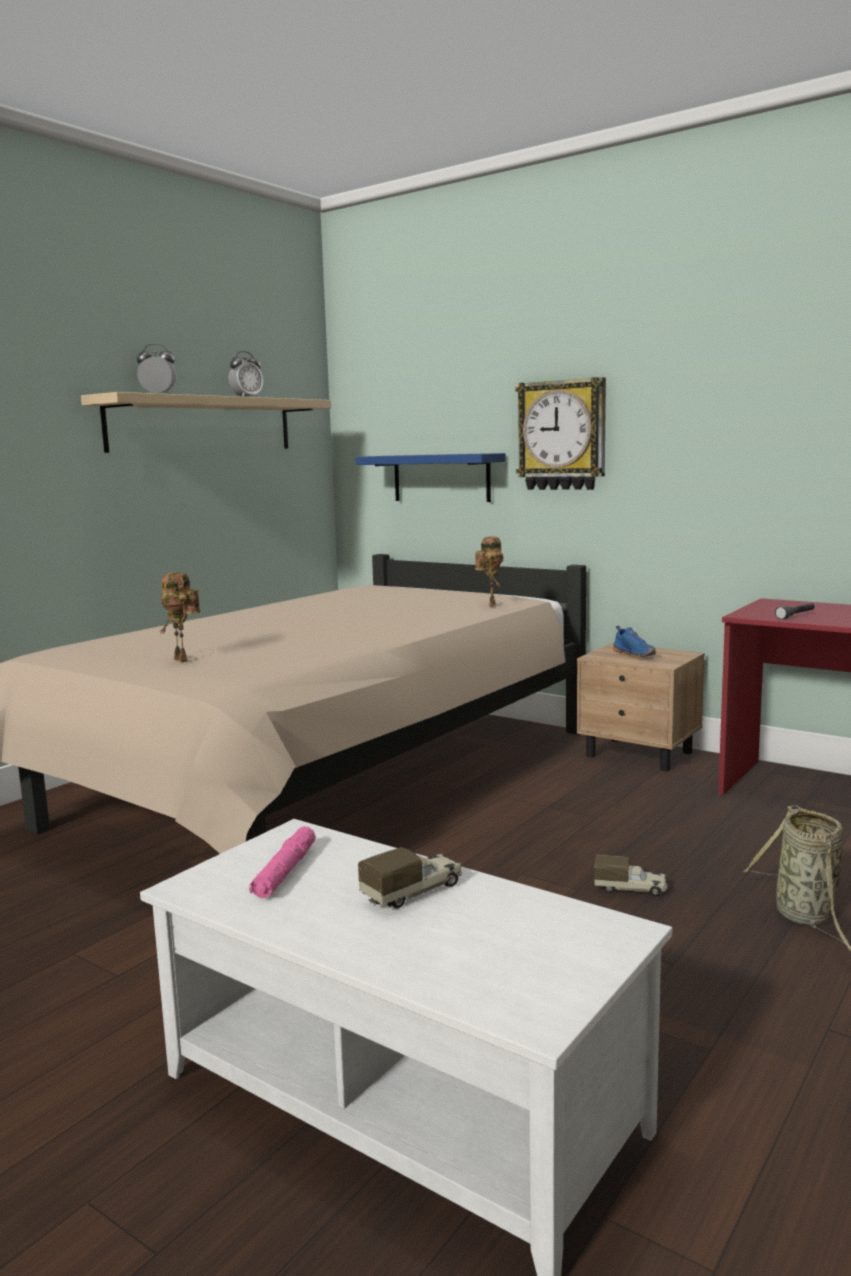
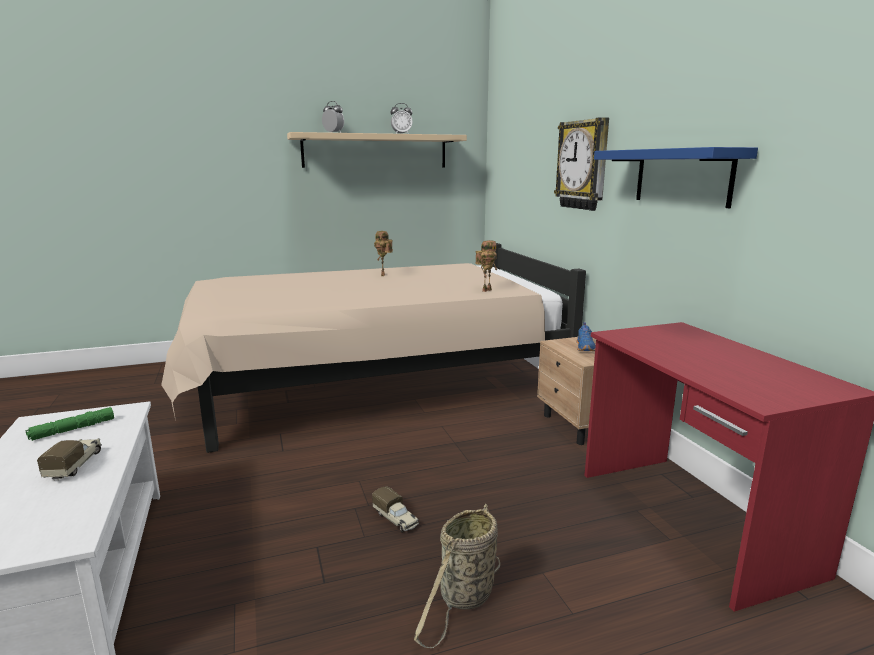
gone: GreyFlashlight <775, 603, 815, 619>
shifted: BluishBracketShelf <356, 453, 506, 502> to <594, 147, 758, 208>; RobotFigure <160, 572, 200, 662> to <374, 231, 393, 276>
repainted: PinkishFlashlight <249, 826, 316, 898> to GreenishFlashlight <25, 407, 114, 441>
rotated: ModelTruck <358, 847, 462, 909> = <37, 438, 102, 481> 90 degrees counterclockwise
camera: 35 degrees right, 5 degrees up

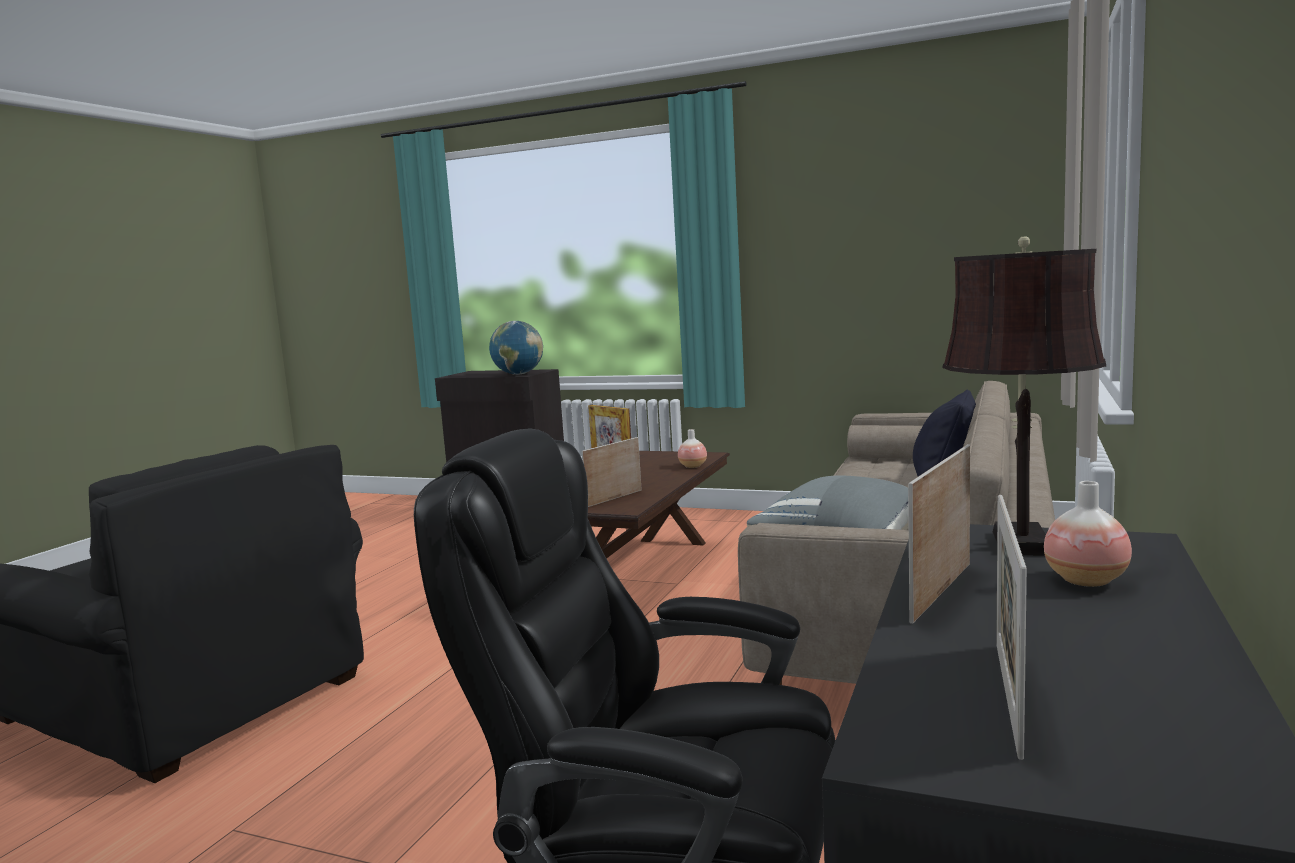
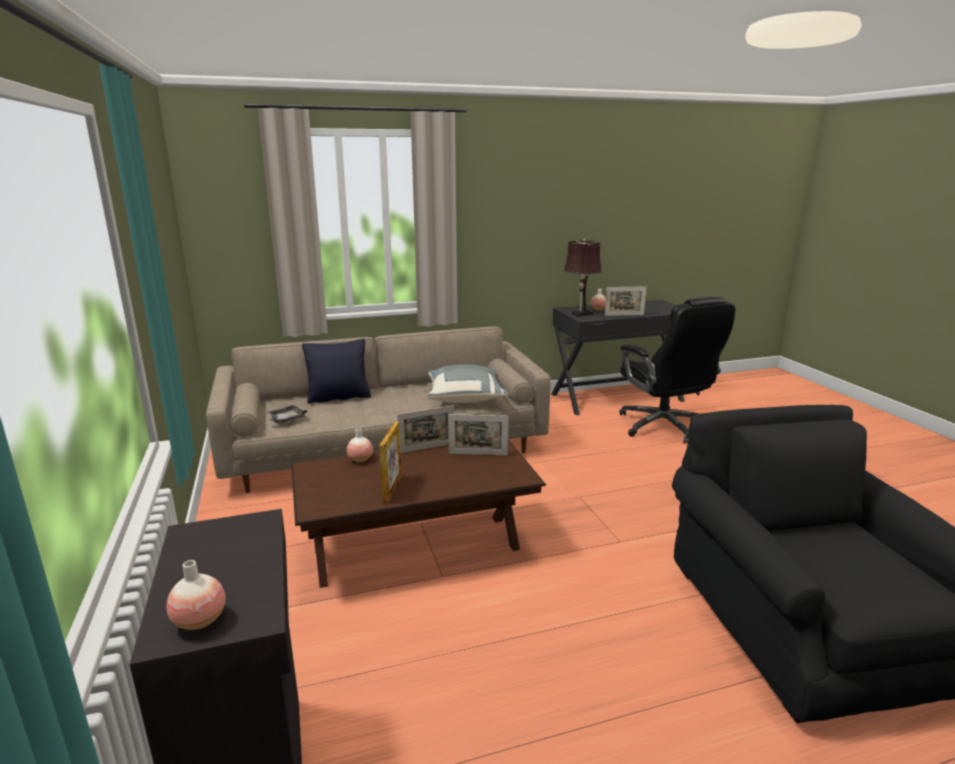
gone: Globe <489, 321, 543, 375>
new: GreyCarryingTray <267, 405, 307, 423>; Vase <166, 560, 226, 630>
shifted: PhotoFrame <996, 495, 1027, 760> to <397, 406, 454, 453>
camera: 130 degrees left, 10 degrees up

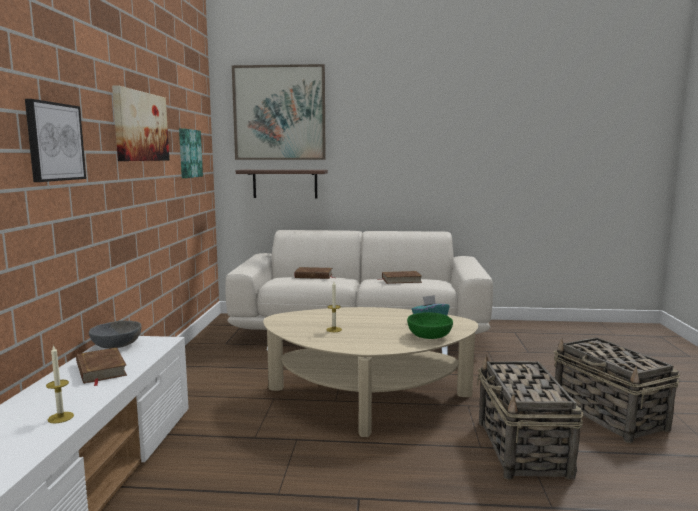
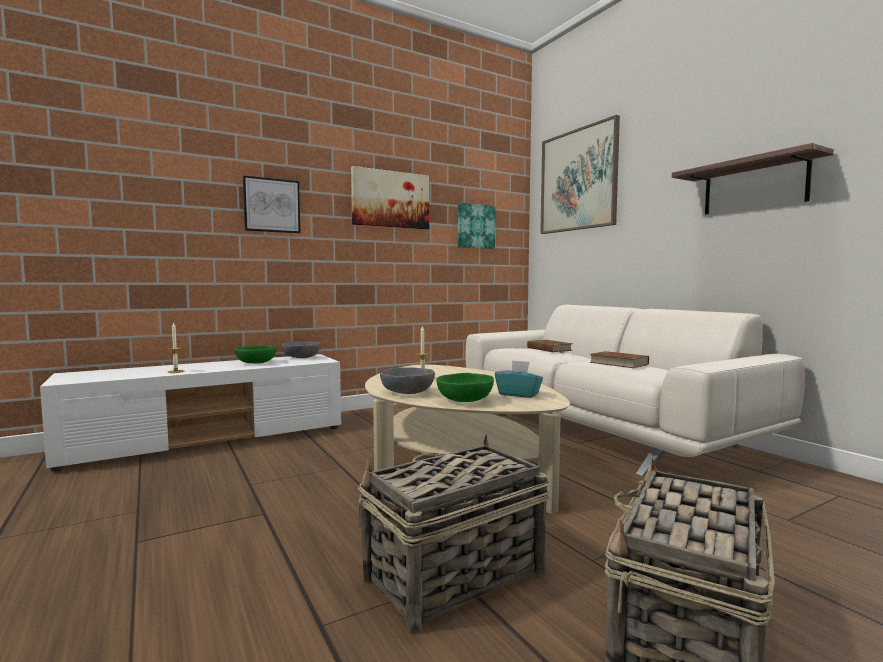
new: GreyDeepDish <380, 367, 435, 394>
shifted: BracketShelf <236, 170, 328, 198> to <672, 143, 834, 215>
swapped: BrownVolume <76, 347, 127, 386> to GreenishDeepDish <234, 345, 277, 364>
camera: 55 degrees right, 5 degrees down

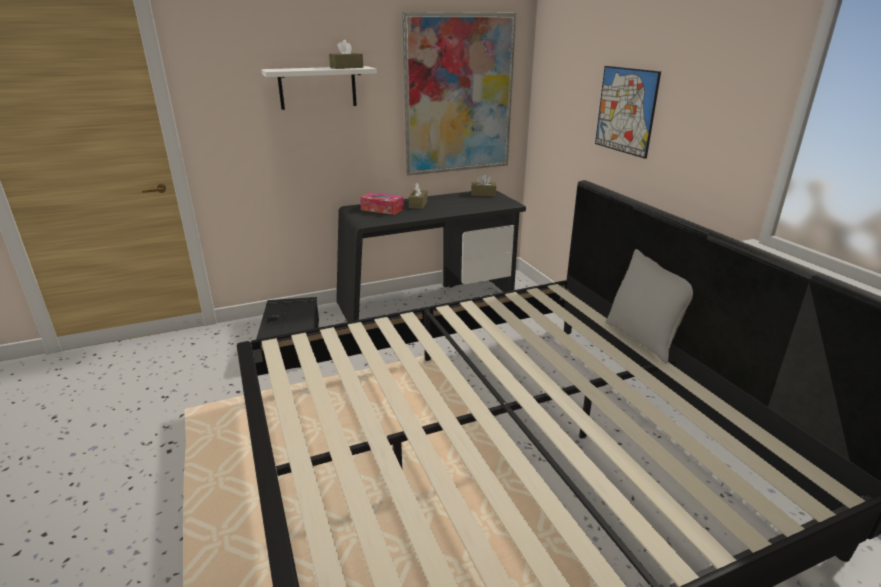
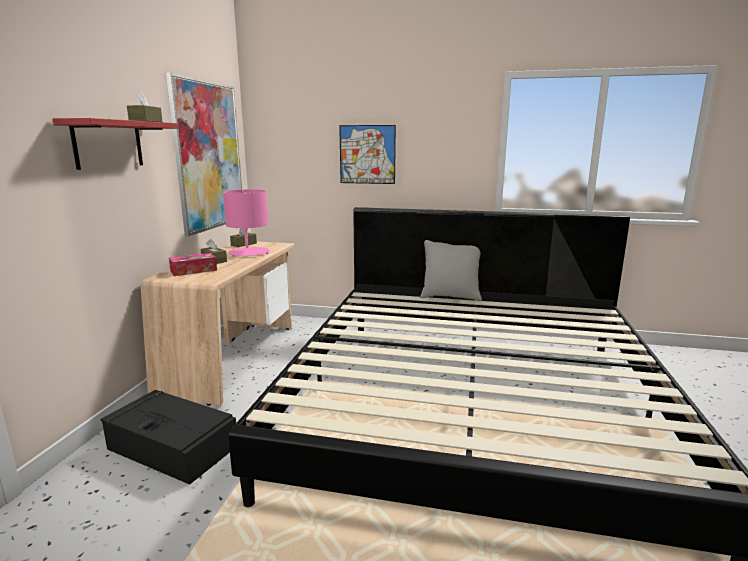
new: PinkishTableLamp <223, 189, 270, 257>
repainted: WhiteBracketShelf <261, 66, 377, 110> to ReddishBracketShelf <52, 118, 178, 170>; BlackColouredDeskTable <336, 190, 526, 322> to BeigeColouredDeskTable <141, 242, 295, 406>
camera: 55 degrees left, 10 degrees down

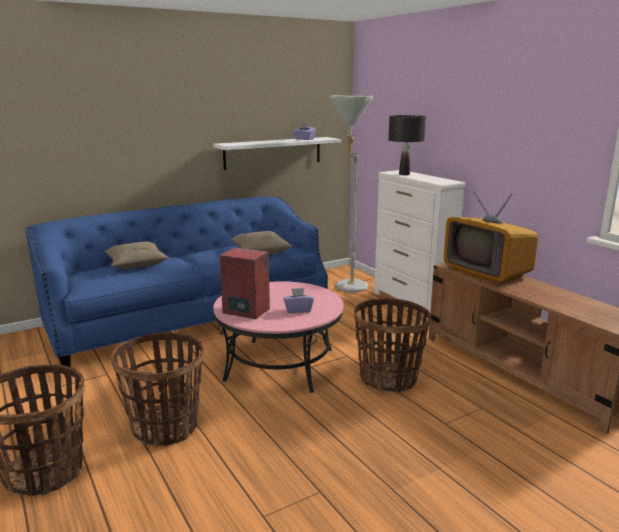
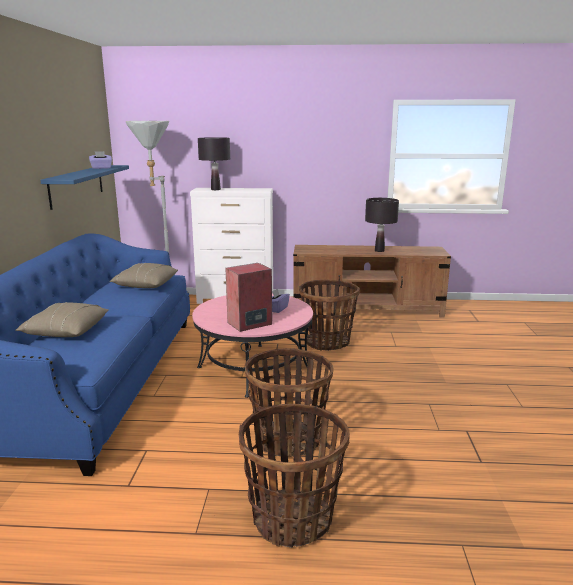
gone: Television <444, 192, 538, 285>
new: BlackColouredTableLamp <365, 198, 399, 252>
repainted: WhiteBracketShelf <213, 137, 341, 170> to BluishBracketShelf <40, 165, 129, 210>
camera: 55 degrees left, 0 degrees up

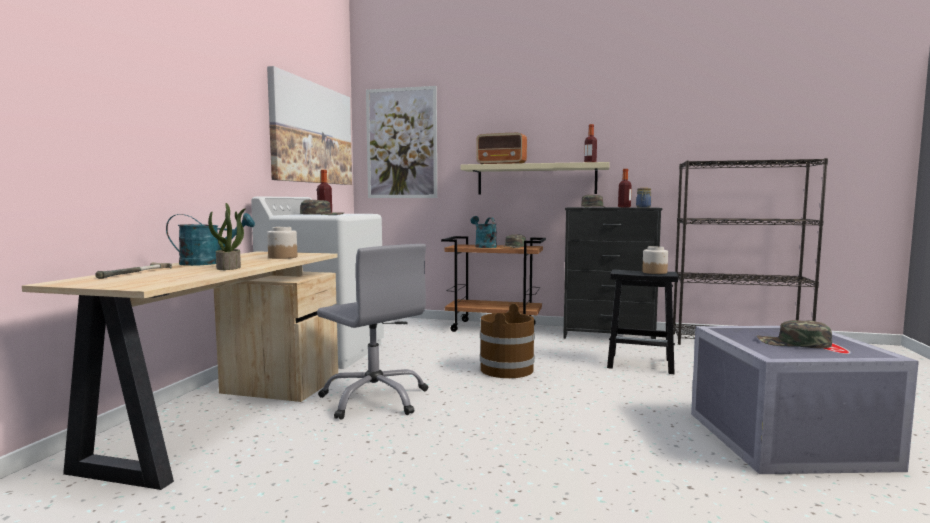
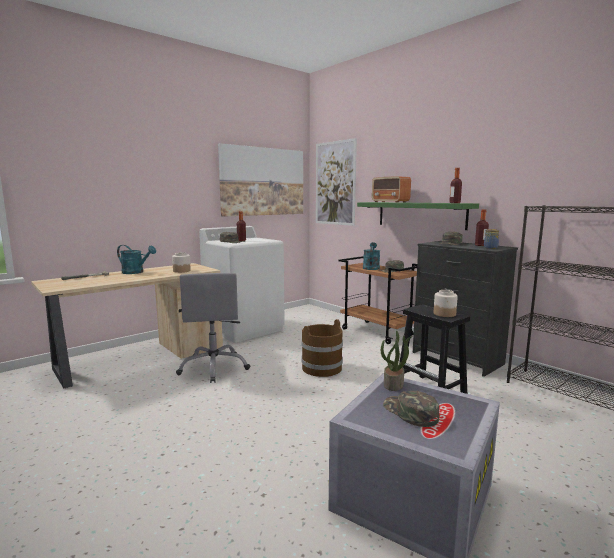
shifted: PottedPlant <208, 203, 246, 270> to <381, 331, 413, 391>
repainted: BeigeColouredBracketShelf <460, 162, 610, 194> to GreenishBracketShelf <357, 202, 479, 230>
camera: 35 degrees right, 5 degrees up

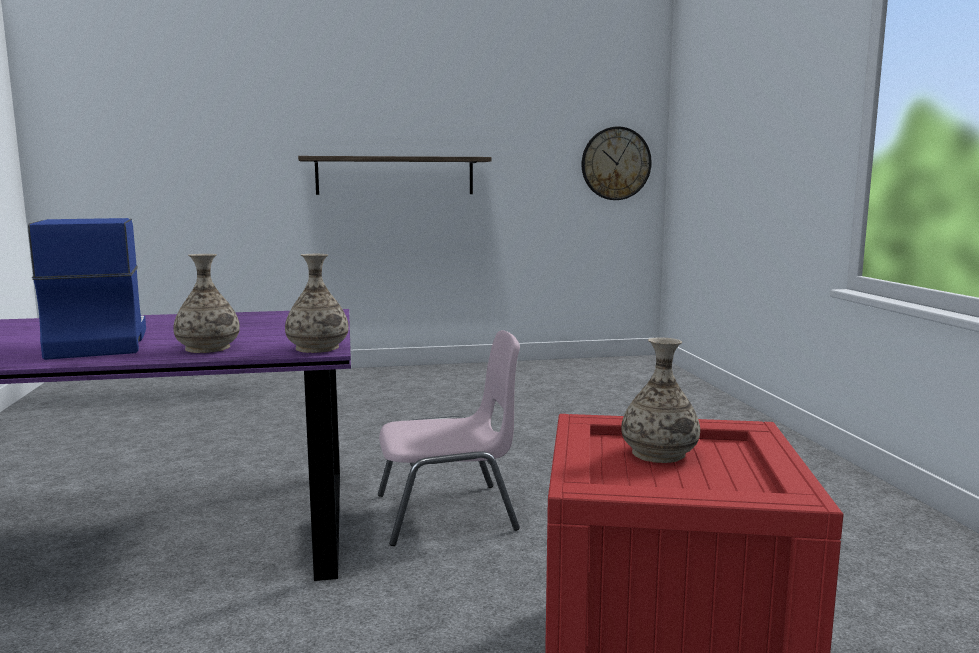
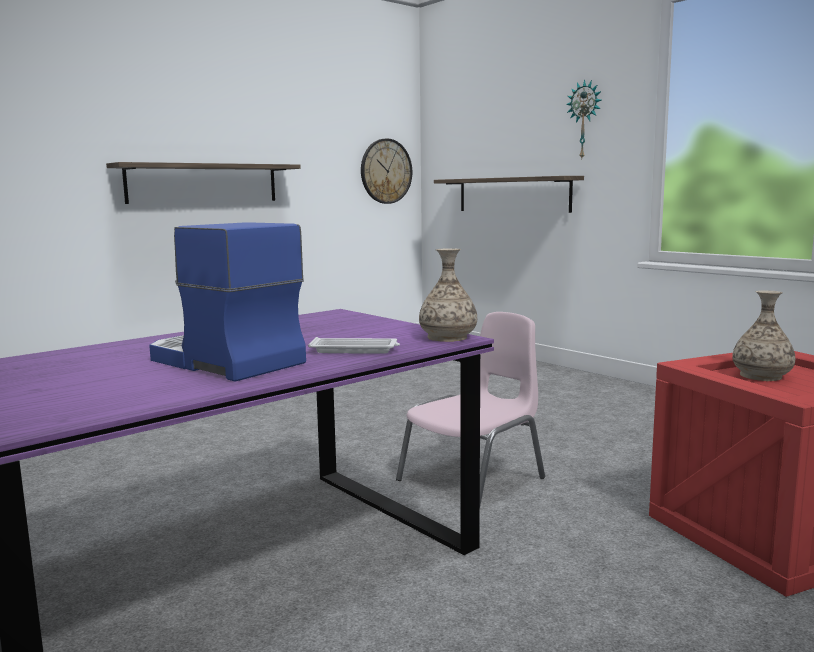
new: ClockOnTheWall <566, 79, 601, 158>; BracketShelf <434, 176, 584, 213>
swapped: Vase <173, 254, 240, 353> to WhiteCarryingTray <308, 337, 400, 354>
camera: 30 degrees left, 0 degrees up

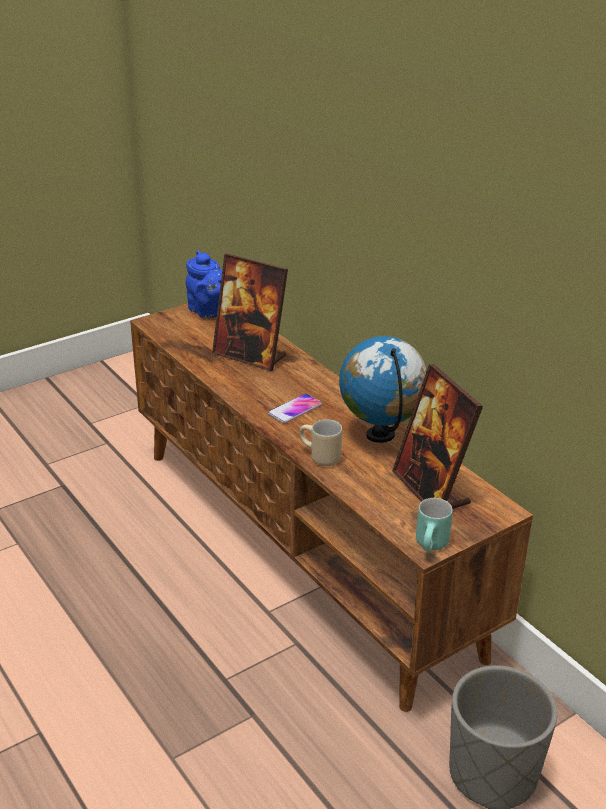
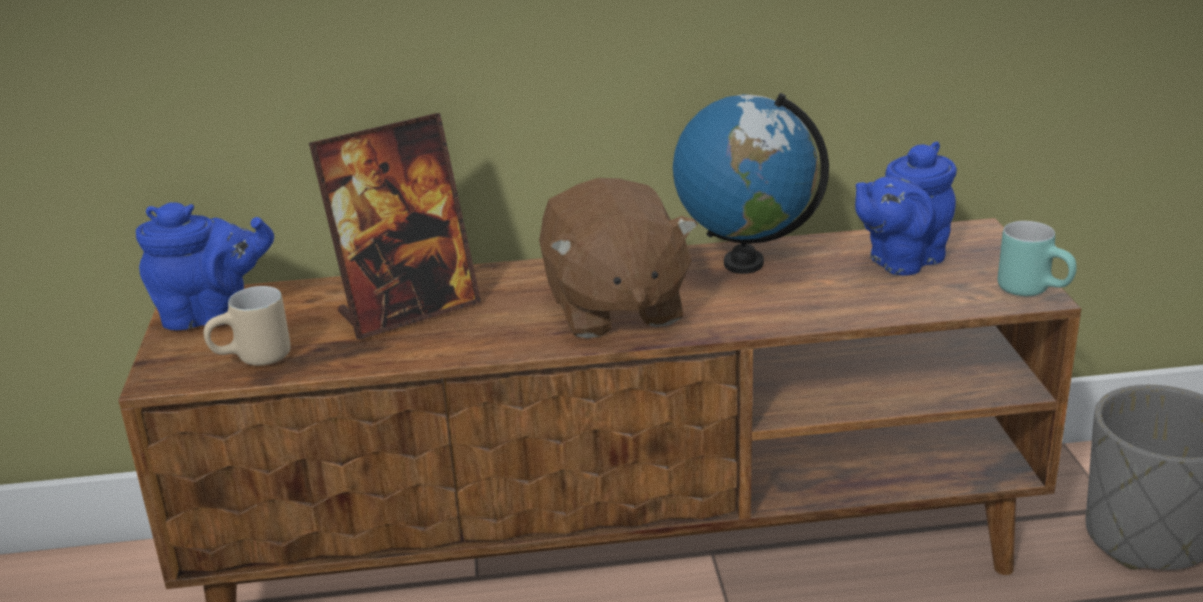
shifted: BeigeColouredCoffeeMug <299, 419, 342, 466> to <204, 286, 291, 366>
swapped: PhotoFrame <392, 364, 483, 509> to BluishPotForTea <855, 141, 957, 276>; Handset <268, 393, 322, 423> to BrownSoftToy <539, 178, 698, 338>
camera: 60 degrees left, 5 degrees down

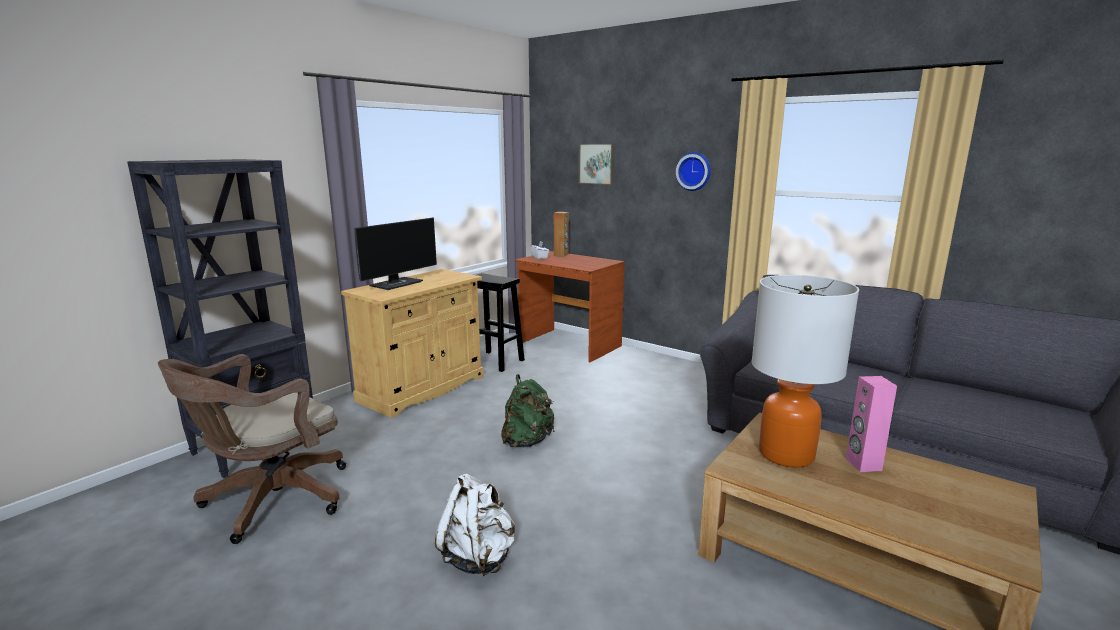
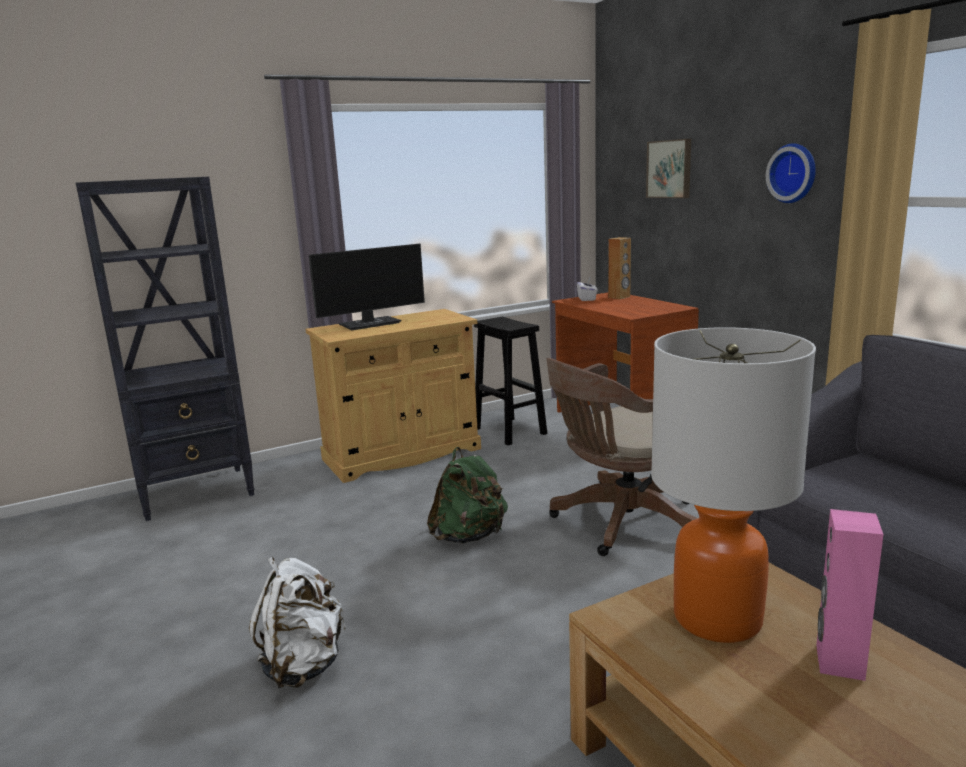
shifted: BrownDeskChair <158, 354, 346, 544> to <546, 358, 698, 556>
camera: 25 degrees right, 0 degrees up

